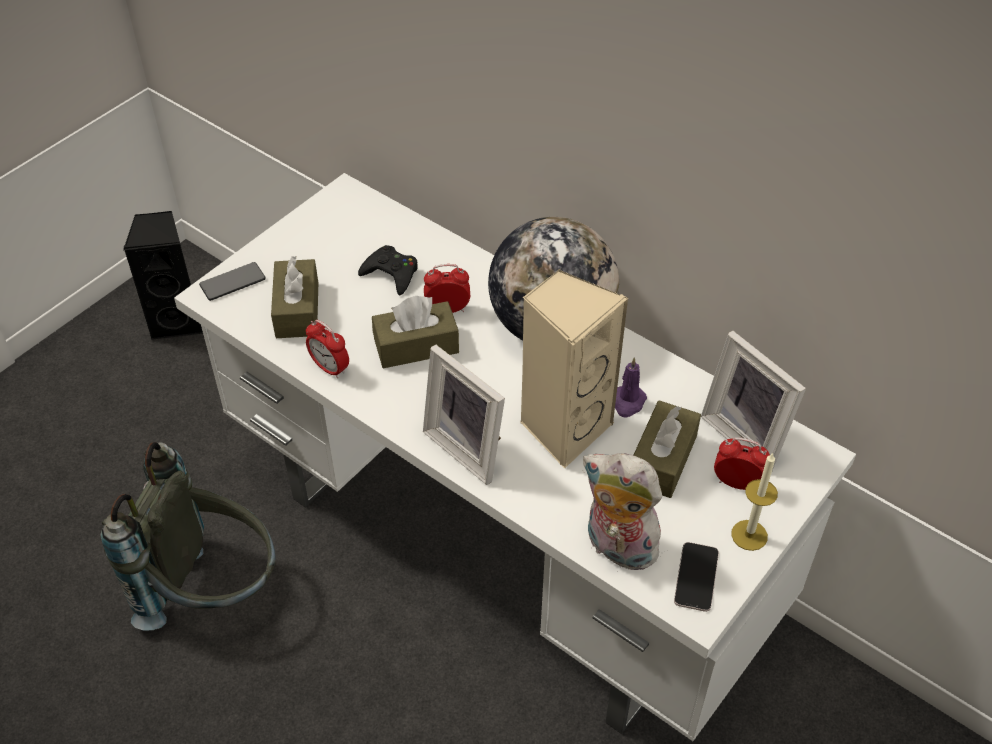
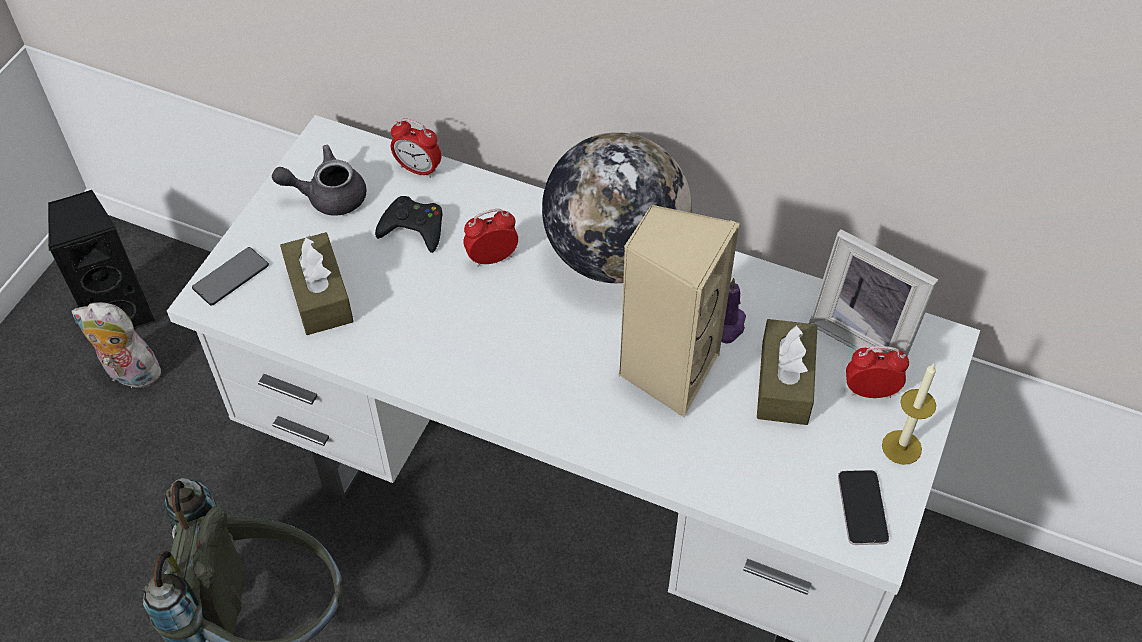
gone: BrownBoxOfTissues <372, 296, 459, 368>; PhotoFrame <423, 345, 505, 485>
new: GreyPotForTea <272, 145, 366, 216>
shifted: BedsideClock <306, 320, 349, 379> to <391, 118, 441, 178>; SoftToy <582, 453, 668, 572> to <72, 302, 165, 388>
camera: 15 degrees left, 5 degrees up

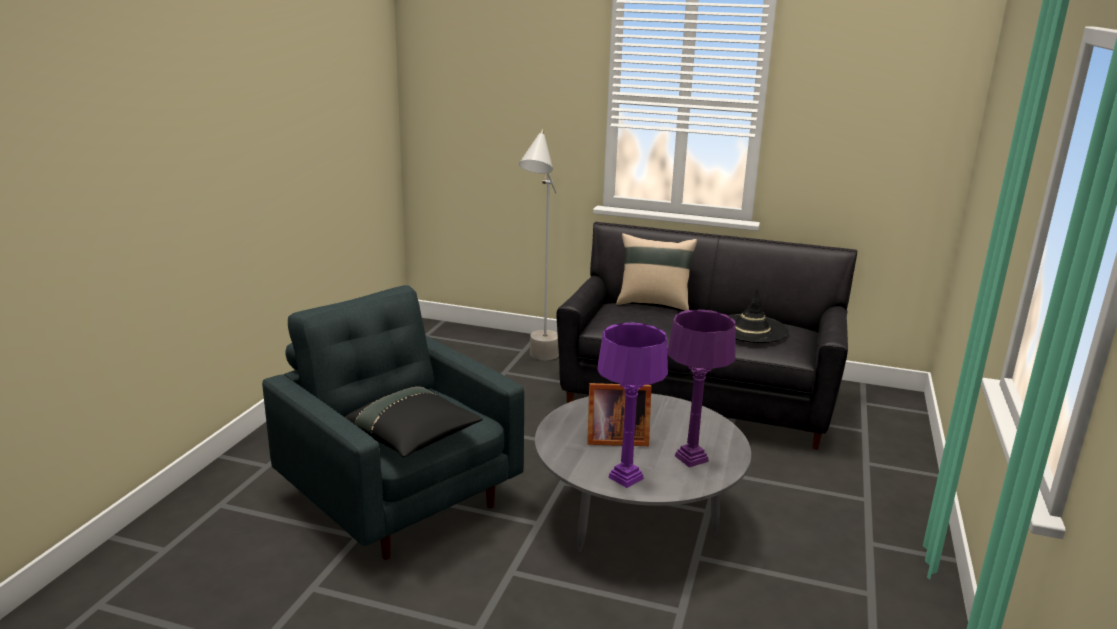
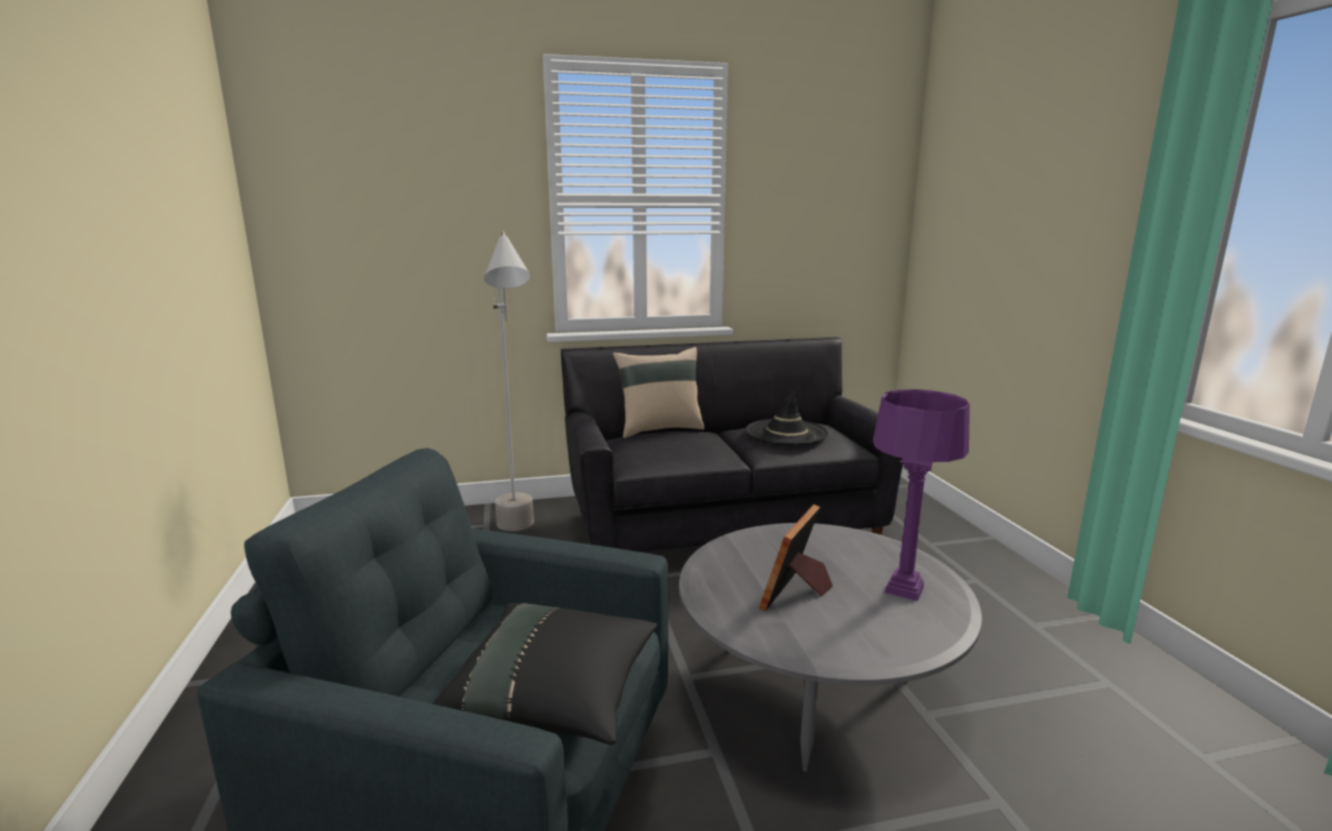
gone: PurplishTableLamp <597, 323, 668, 488>
rotated: PhotoFrame <587, 383, 651, 446> = <759, 504, 833, 611> 150 degrees clockwise
camera: 30 degrees left, 5 degrees down

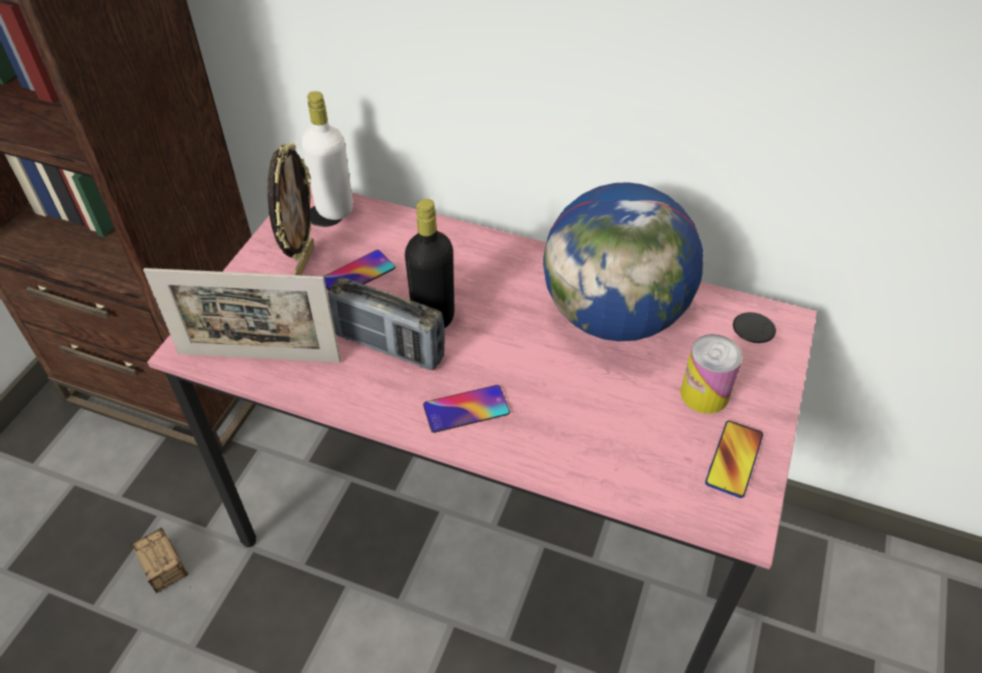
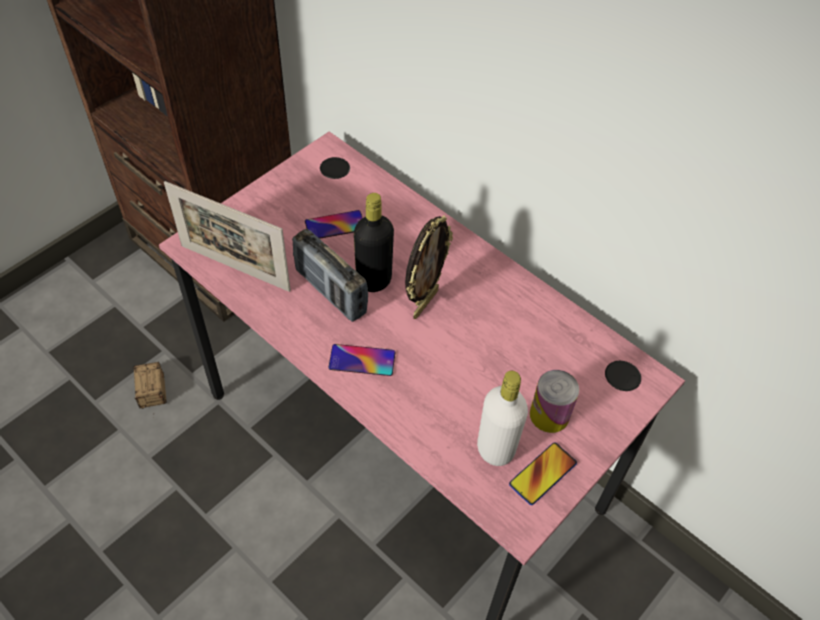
gone: Globe <543, 182, 703, 341>
shifted: WhiteDrinkBottle <302, 91, 353, 220> to <477, 371, 528, 466>; PhotoFrame <267, 141, 314, 275> to <405, 215, 453, 319>
camera: 20 degrees right, 5 degrees up

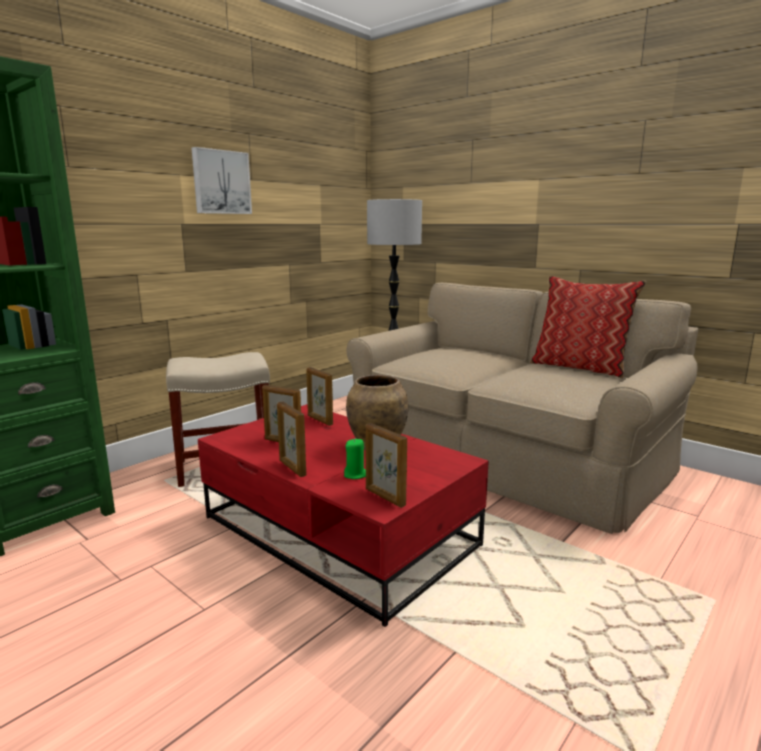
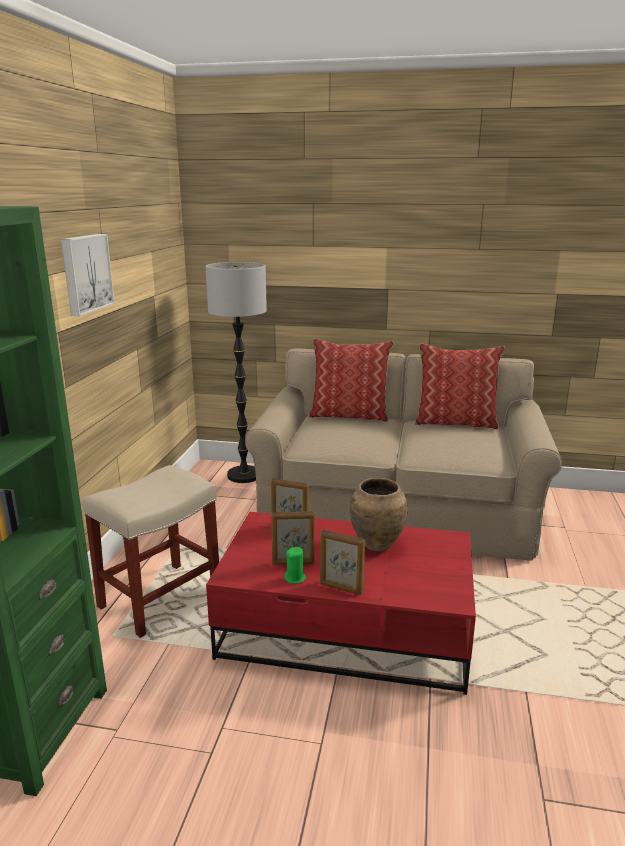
gone: PhotoFrame <366, 423, 407, 508>
new: Pillow <309, 339, 394, 422>
shifted: GreenishCandle <344, 439, 366, 479> to <284, 547, 306, 584>
camera: 30 degrees left, 5 degrees up

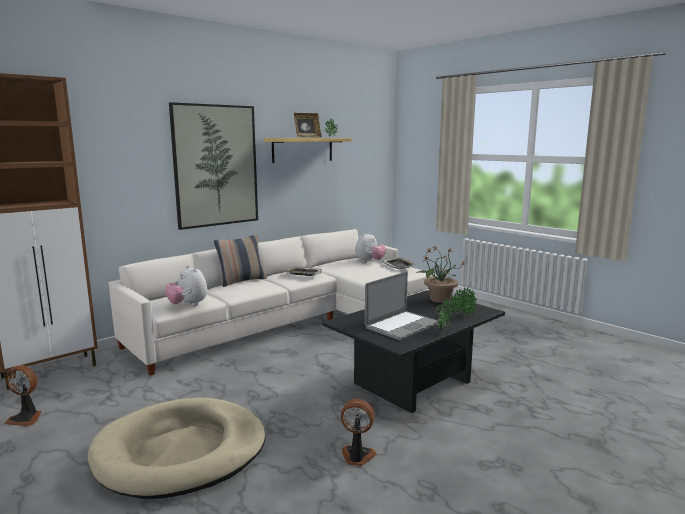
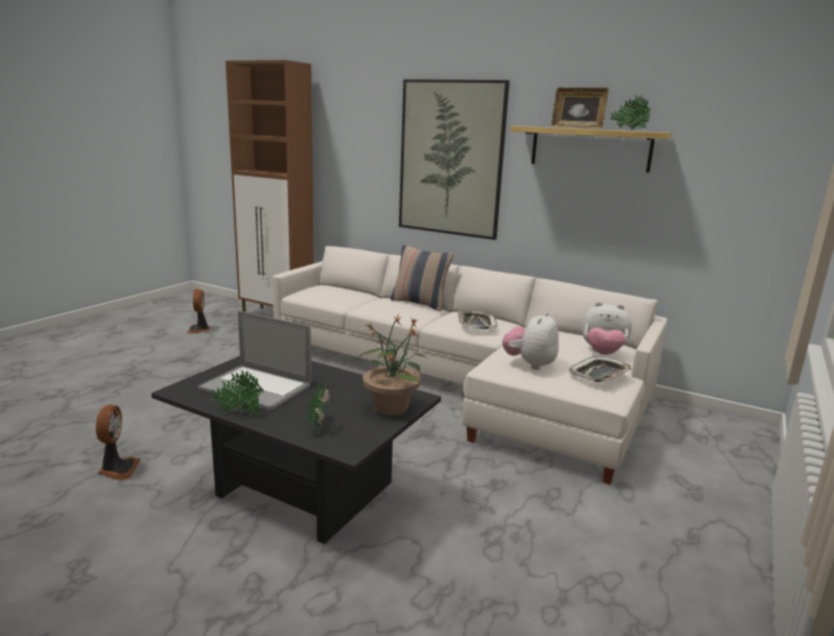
gone: BeigeColouredDogBed <88, 398, 266, 499>
shifted: SoftToy <165, 265, 207, 306> to <502, 312, 559, 370>
camera: 70 degrees right, 5 degrees up

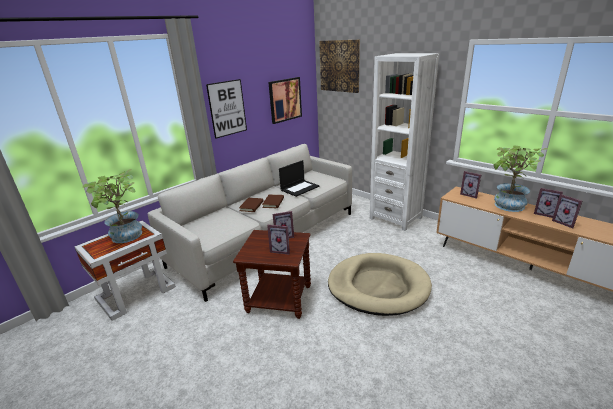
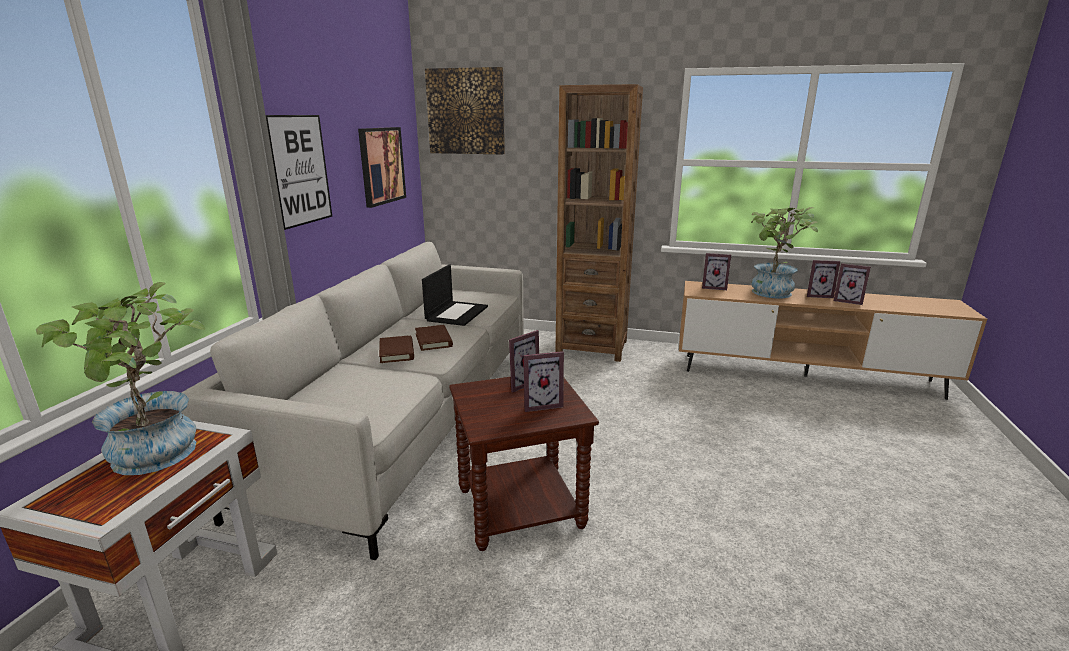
gone: BeigeColouredDogBed <328, 253, 432, 316>
repainted: WhiteBookshelf <370, 53, 439, 231> to BrownBookshelf <555, 84, 643, 362>
camera: 30 degrees left, 5 degrees down

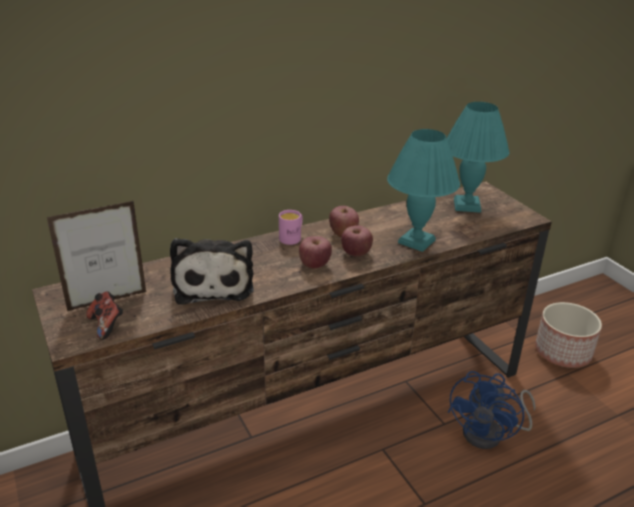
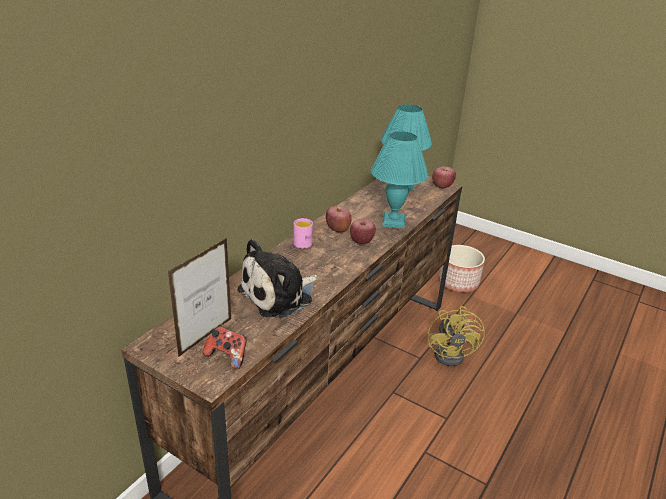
shifted: WholeApple <299, 236, 332, 268> to <432, 166, 456, 188>
repainted: BluishCoolingFan <448, 371, 535, 449> to YellowCoolingFan <427, 306, 485, 366>
rotated: SoftToy <170, 238, 254, 305> = <237, 239, 318, 318> 90 degrees clockwise
camera: 30 degrees left, 0 degrees up

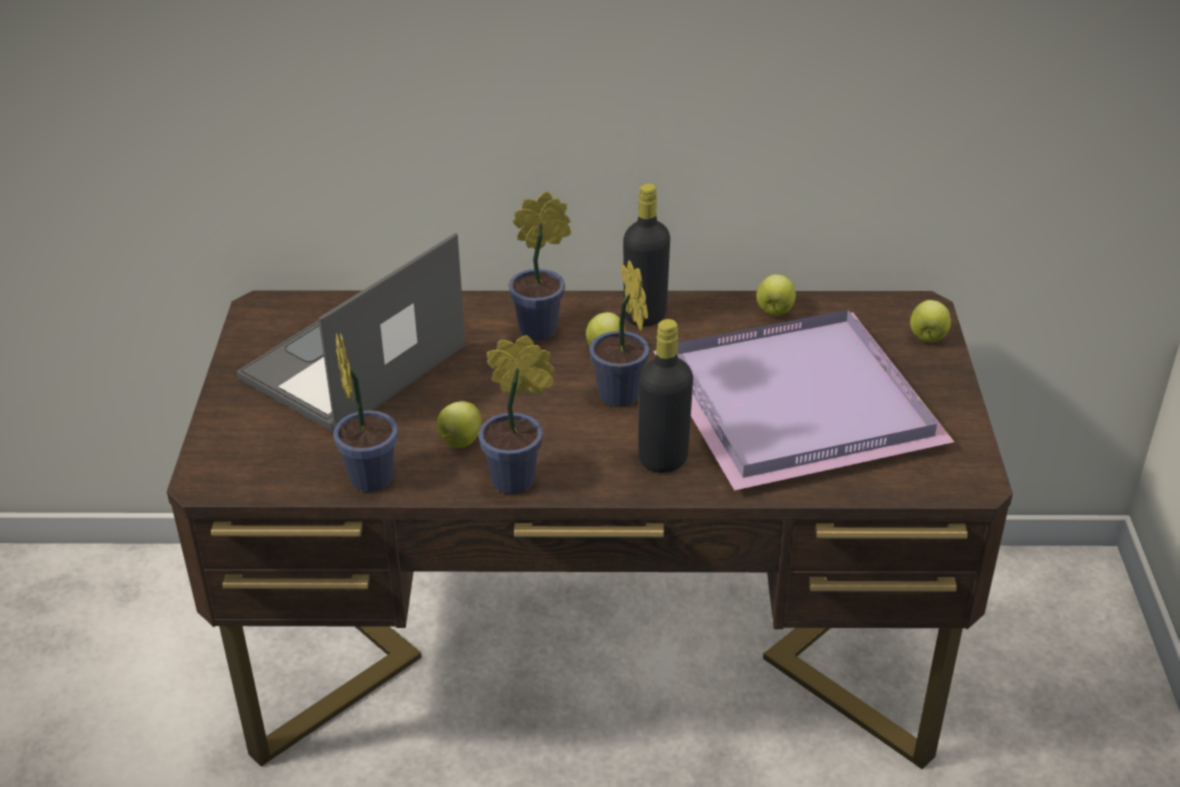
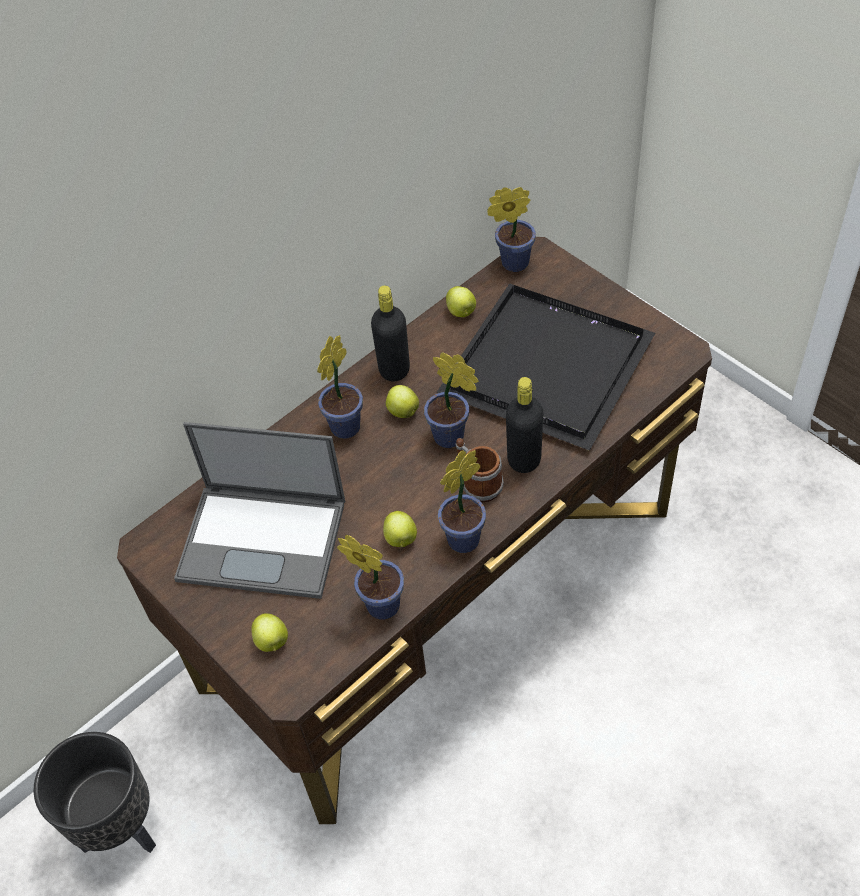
new: PottedPlant <487, 187, 536, 272>; CoffeeMug <456, 438, 504, 503>; BlackColouredPlantPot <33, 732, 156, 853>
shifted: WholeApple <910, 300, 951, 342> to <251, 613, 288, 652>
repainted: PurplishCarryingTray <653, 310, 954, 491> to BlackColouredCarryingTray <436, 283, 655, 451>
rotated: PortableComputer <236, 233, 466, 432> = <174, 422, 345, 599> 75 degrees counterclockwise
camera: 40 degrees left, 15 degrees up

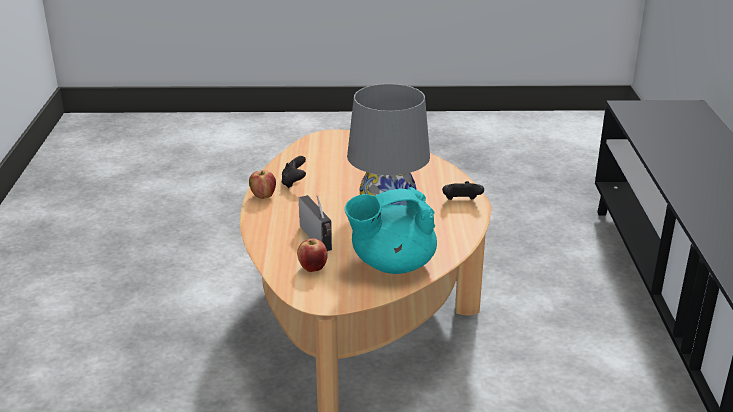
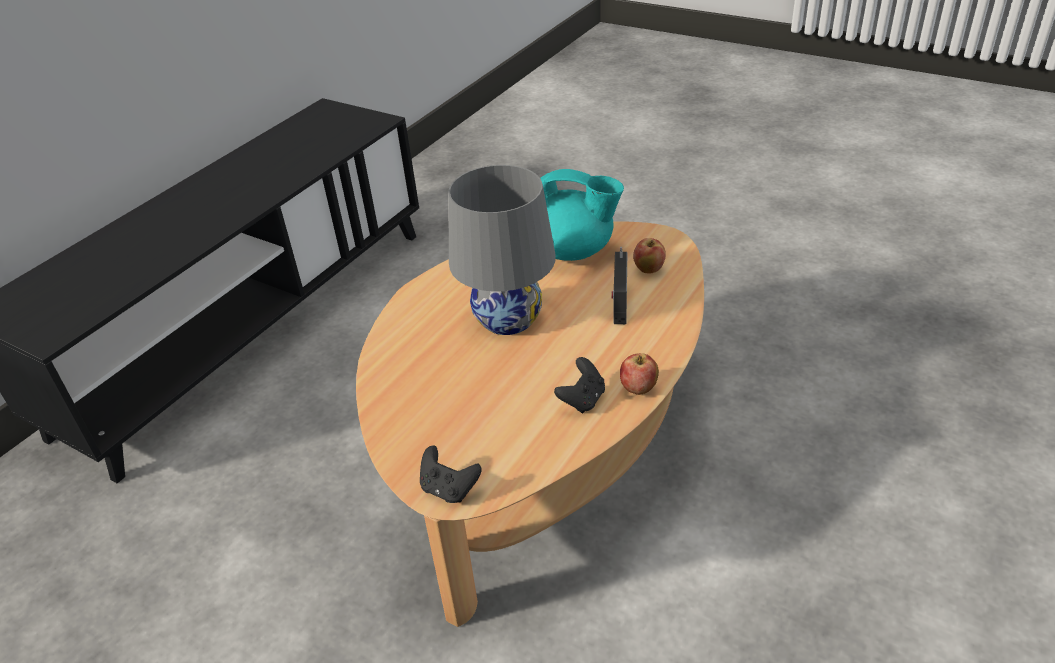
shifted: BlackColouredGamepad <442, 181, 484, 200> to <420, 446, 481, 503>
camera: 145 degrees left, 10 degrees up

